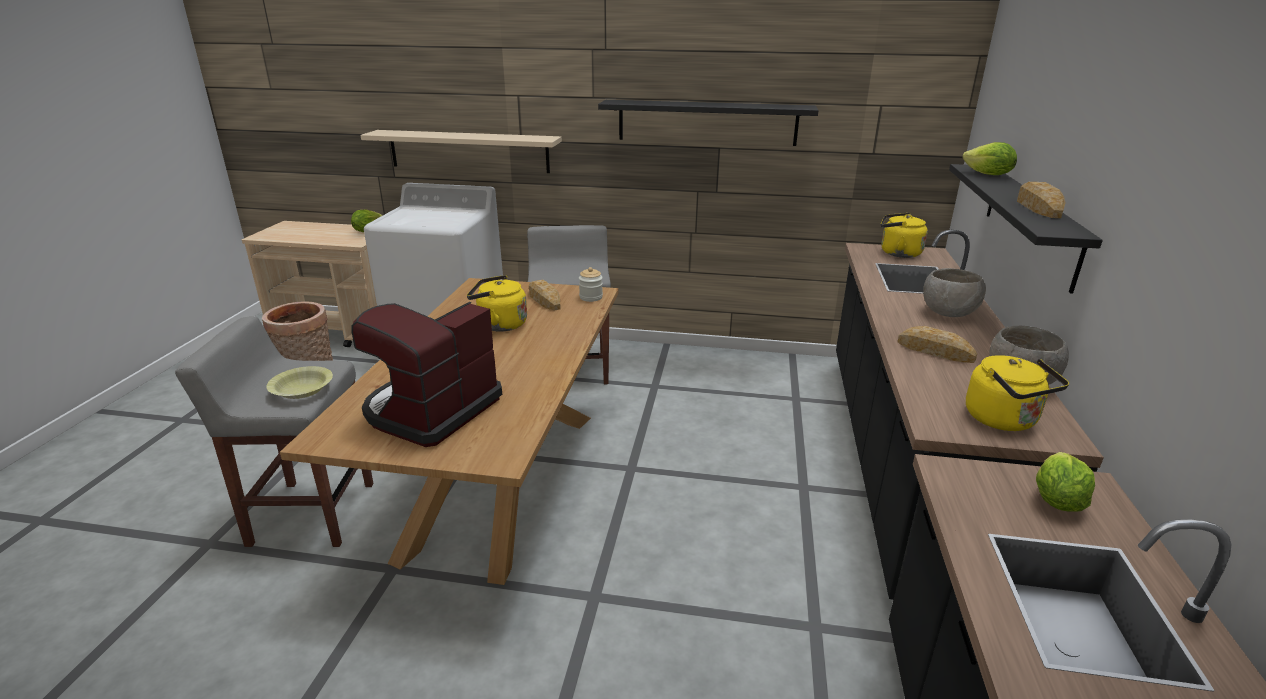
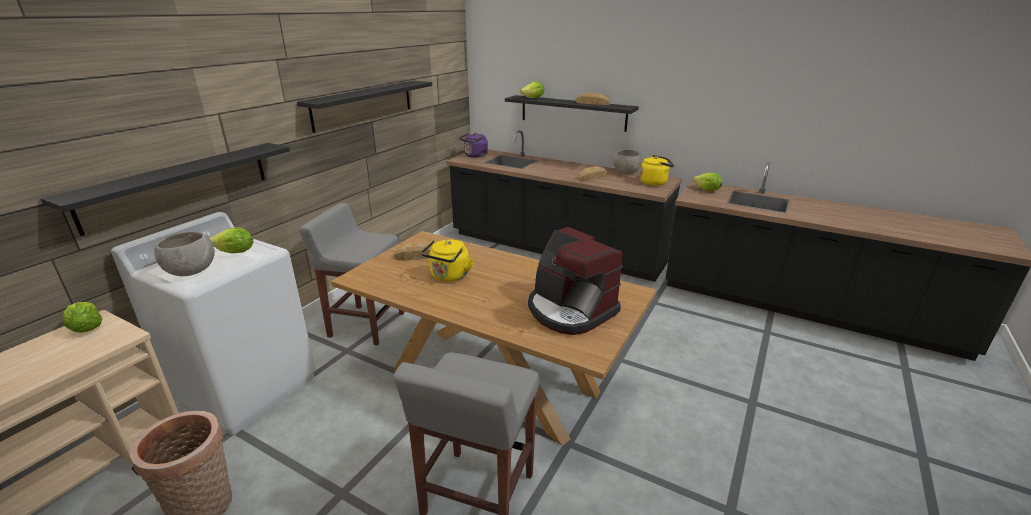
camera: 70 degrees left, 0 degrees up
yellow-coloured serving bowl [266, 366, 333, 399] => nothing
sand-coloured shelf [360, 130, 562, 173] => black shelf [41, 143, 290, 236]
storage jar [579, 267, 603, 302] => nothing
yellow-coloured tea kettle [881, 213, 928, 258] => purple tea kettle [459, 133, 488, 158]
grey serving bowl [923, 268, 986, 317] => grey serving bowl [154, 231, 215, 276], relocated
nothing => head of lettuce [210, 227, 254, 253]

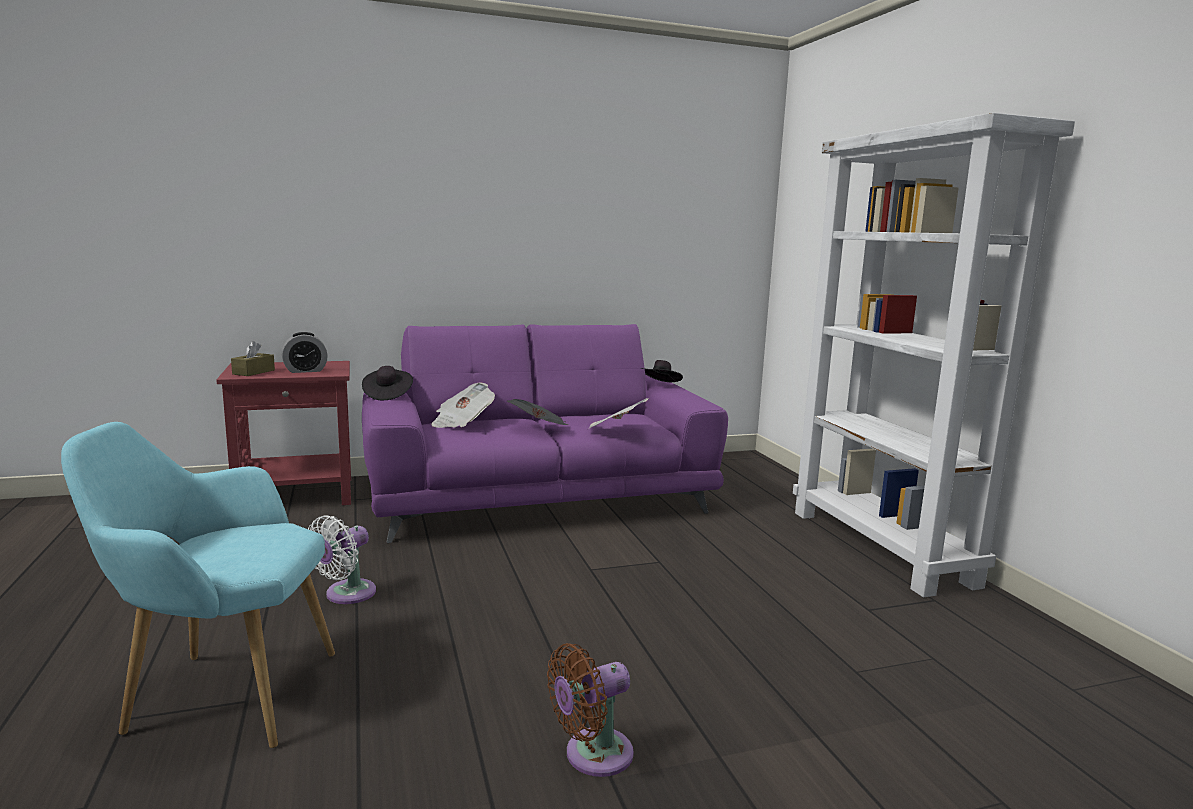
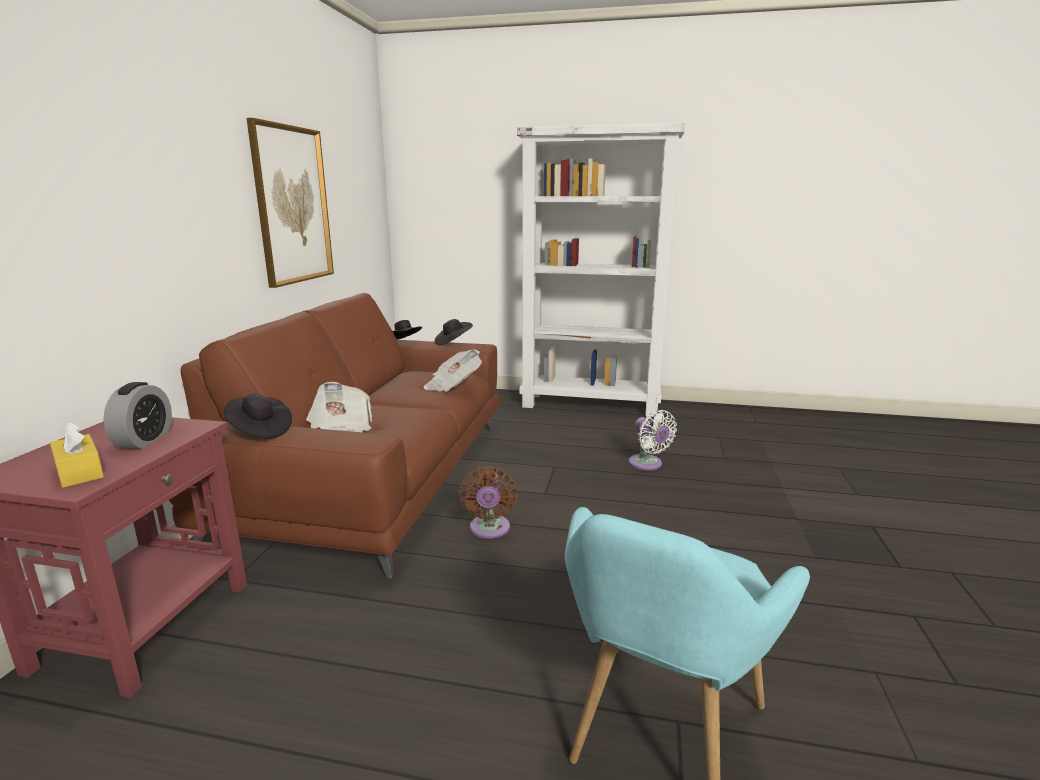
camera: 60 degrees left, 5 degrees up
brown box of tissues [231, 341, 275, 376] => yellow-coloured box of tissues [50, 421, 104, 488]
white electric fan [308, 515, 376, 604] => white electric fan [629, 410, 677, 470], relocated
purple couch [362, 324, 728, 543] => brown couch [169, 293, 501, 579]
printed paper [507, 399, 568, 425] => nothing
brown electric fan [547, 643, 634, 777] => brown electric fan [459, 466, 518, 538], relocated
nothing => wall art [247, 118, 334, 288]
nothing => black hat [434, 319, 473, 345]

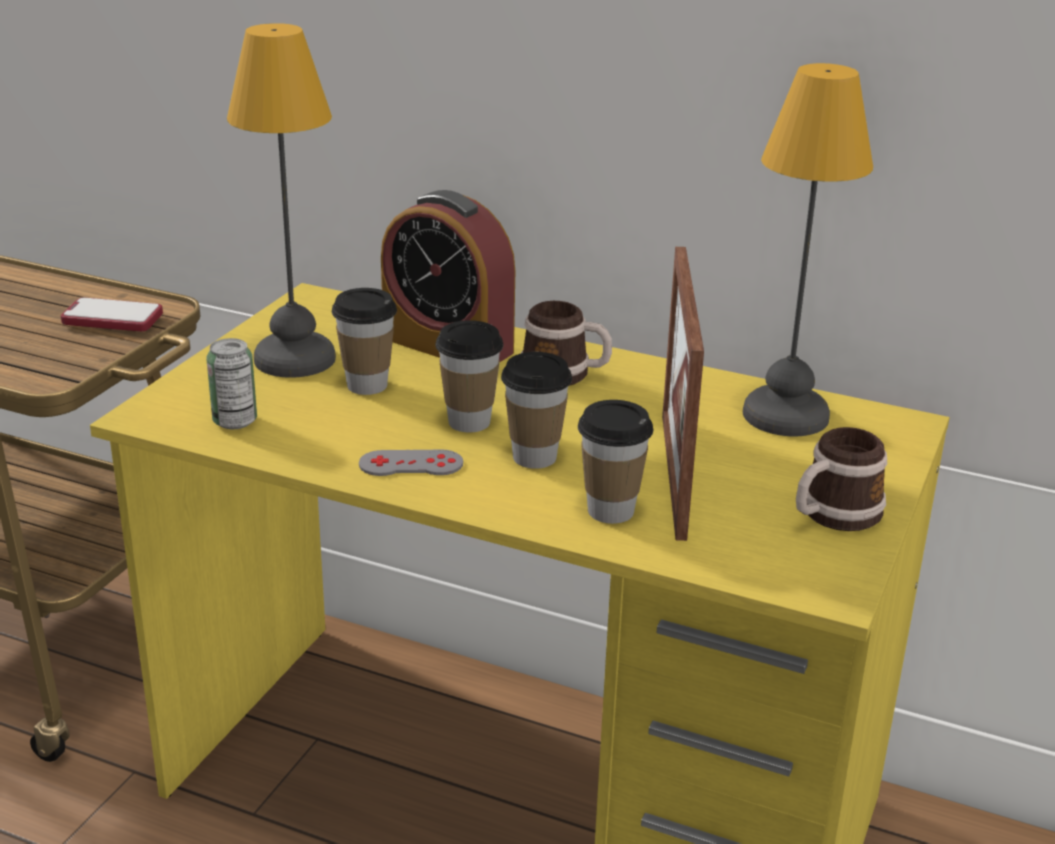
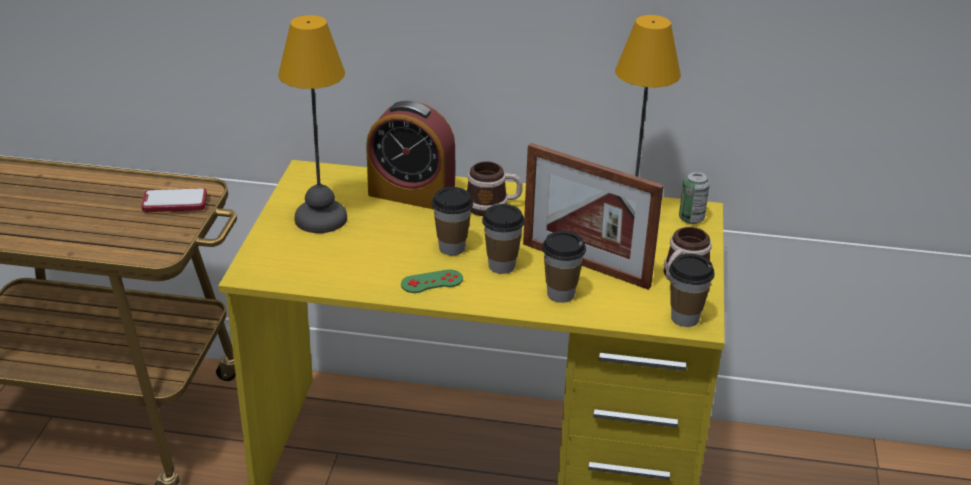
camera: 15 degrees left, 5 degrees up
can [207, 338, 257, 429] => can [679, 171, 710, 224], relocated
cup [332, 288, 397, 395] => cup [669, 254, 715, 327], relocated
grey game controller [359, 450, 463, 476] => green game controller [401, 269, 463, 293]
picture frame [662, 247, 704, 541] => picture frame [523, 143, 664, 290], 45 degrees counterclockwise

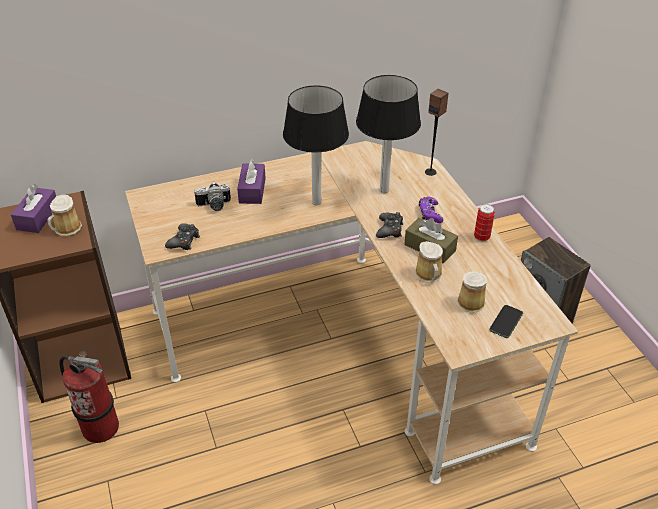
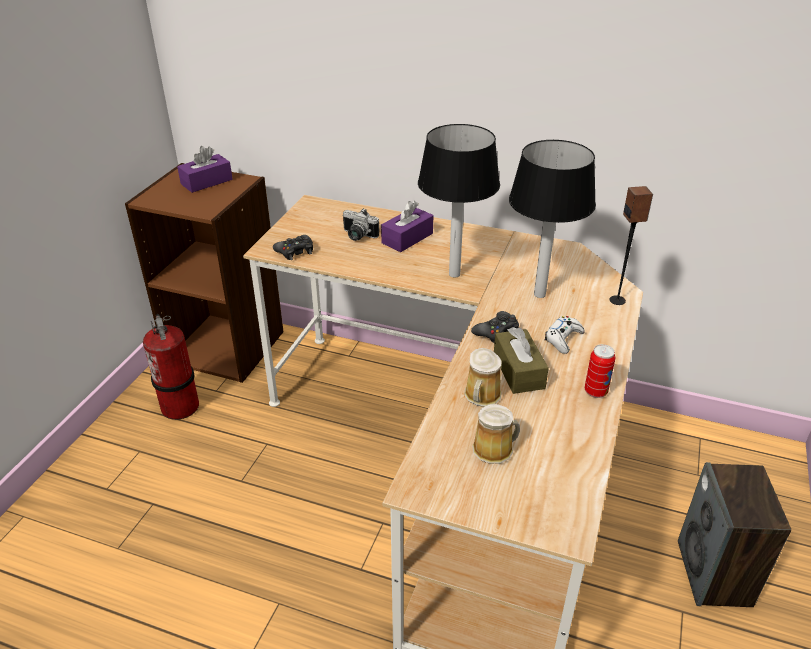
camera: 40 degrees right, 5 degrees down
tea mug [48, 195, 82, 236] => nothing
purple game controller [419, 197, 443, 223] => white game controller [545, 316, 585, 354]
phone [489, 305, 523, 338] => nothing

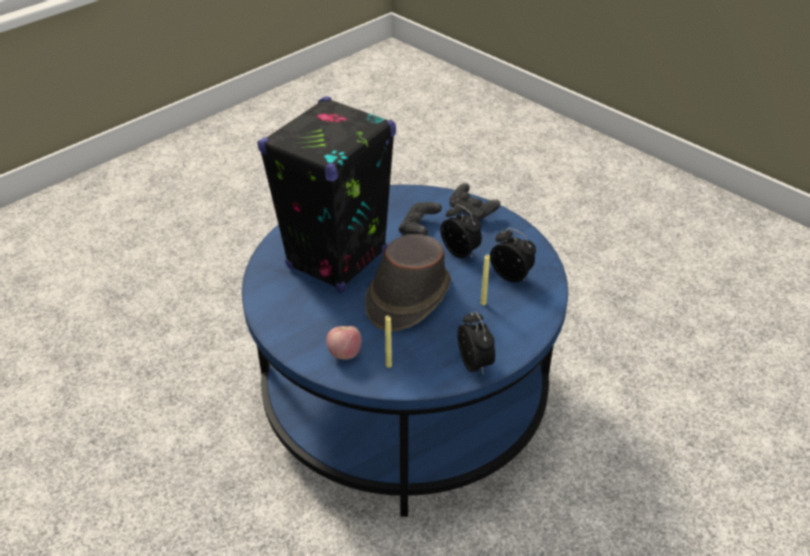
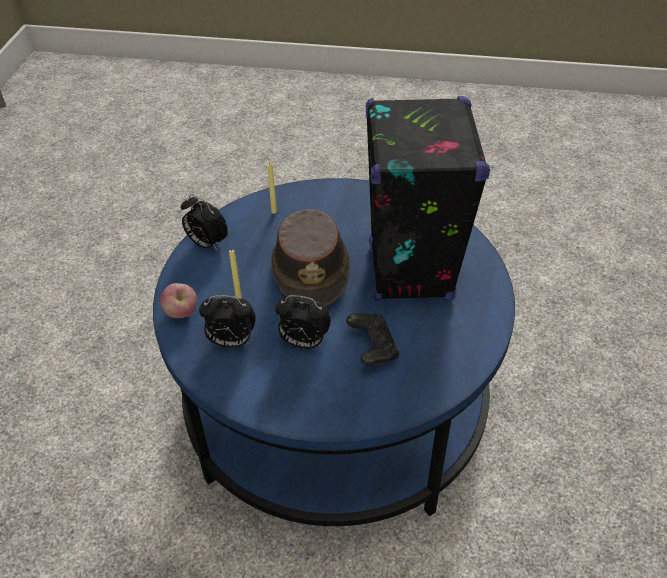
camera: 145 degrees right, 5 degrees up
apple [326, 326, 361, 360] => apple [160, 283, 197, 318], relocated
black game controller [449, 183, 500, 221] => nothing

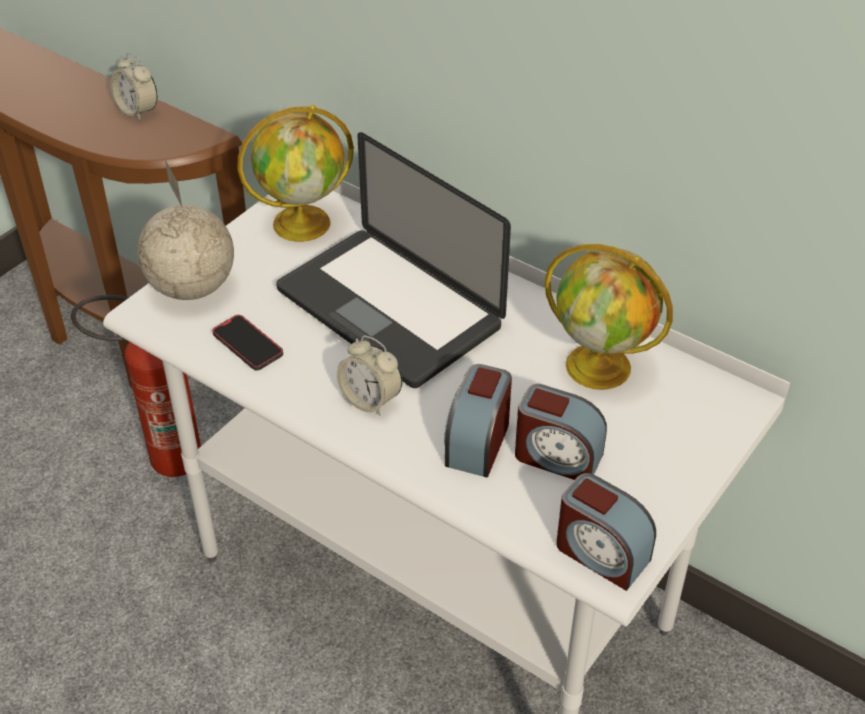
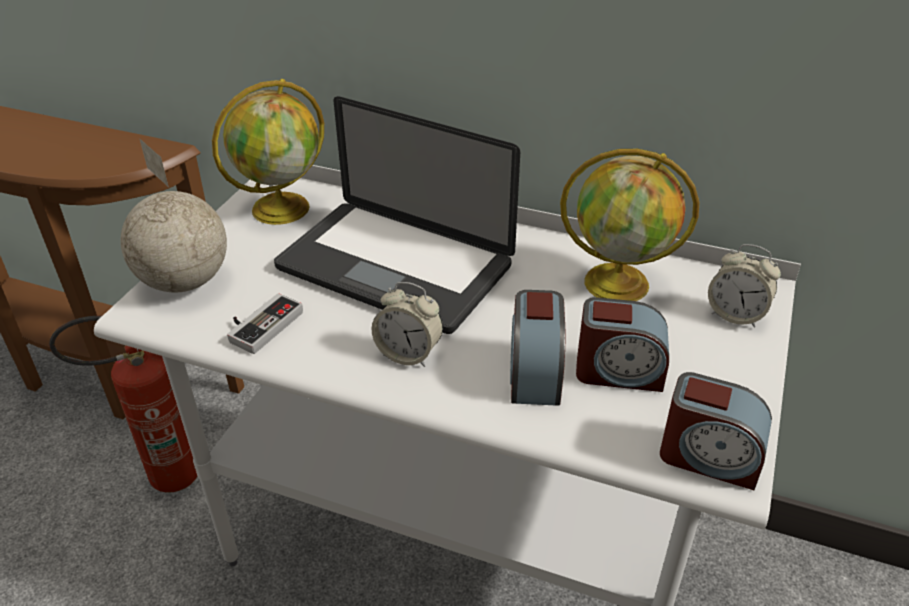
camera: 15 degrees left, 5 degrees down
bedside clock [110, 53, 157, 121] => bedside clock [708, 244, 781, 328], relocated
phone [212, 315, 283, 371] => game controller [227, 293, 303, 354]

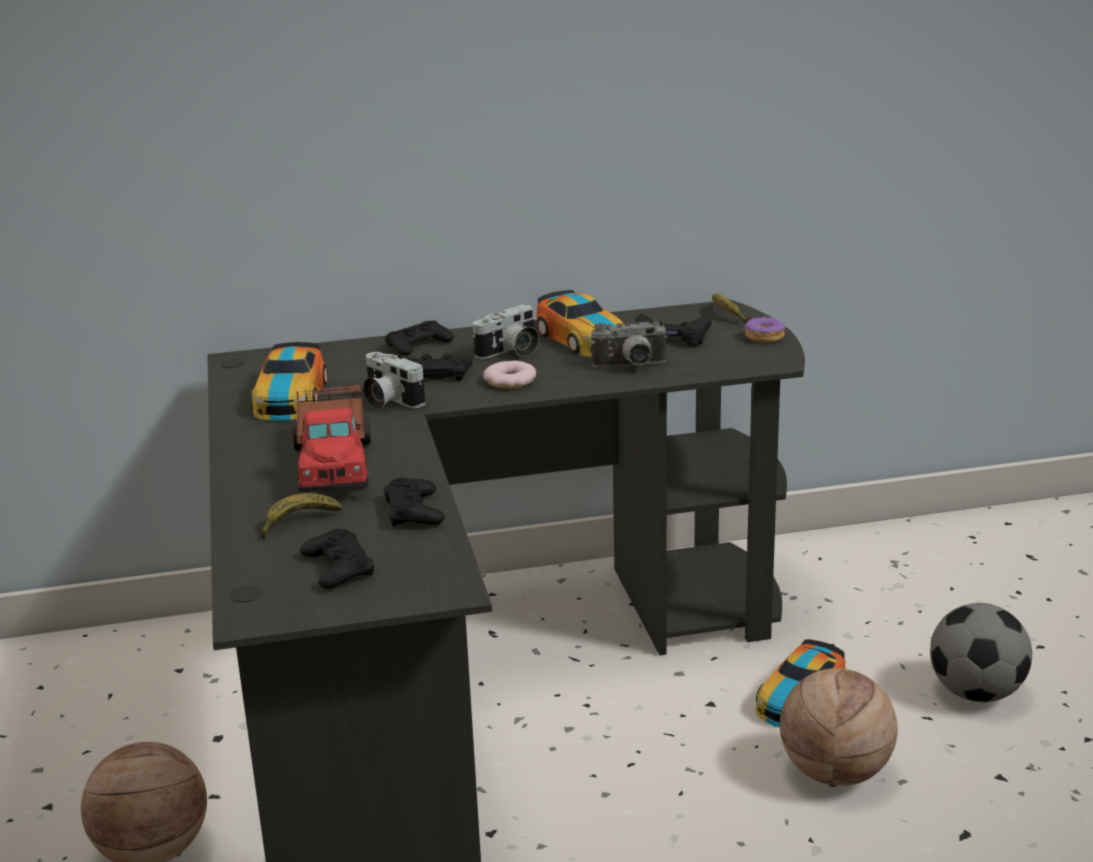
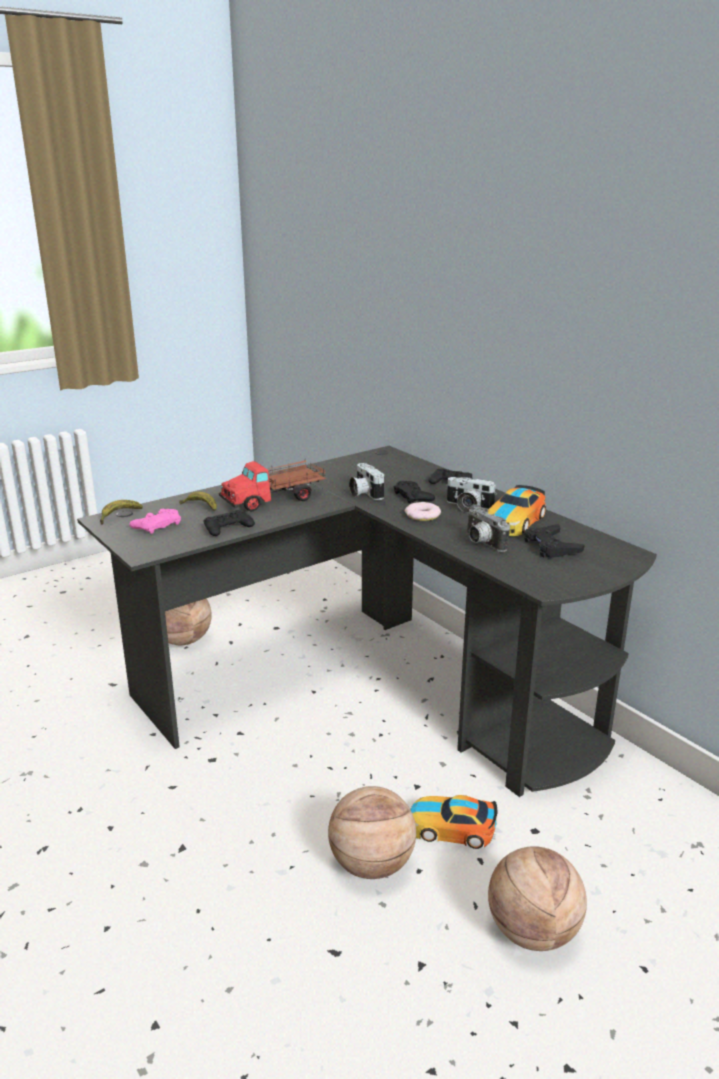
camera: 65 degrees right, 0 degrees up
toy car [250, 342, 328, 421] => nothing
black game controller [300, 529, 374, 589] => pinkish game controller [129, 509, 181, 534]
photo camera [363, 352, 425, 410] => photo camera [349, 463, 385, 500], 45 degrees counterclockwise
banana [712, 293, 751, 323] => banana [100, 500, 143, 525], relocated
ring doughnut [744, 316, 785, 343] => nothing
football ball [930, 603, 1032, 702] => ball for basketball [488, 846, 587, 951]

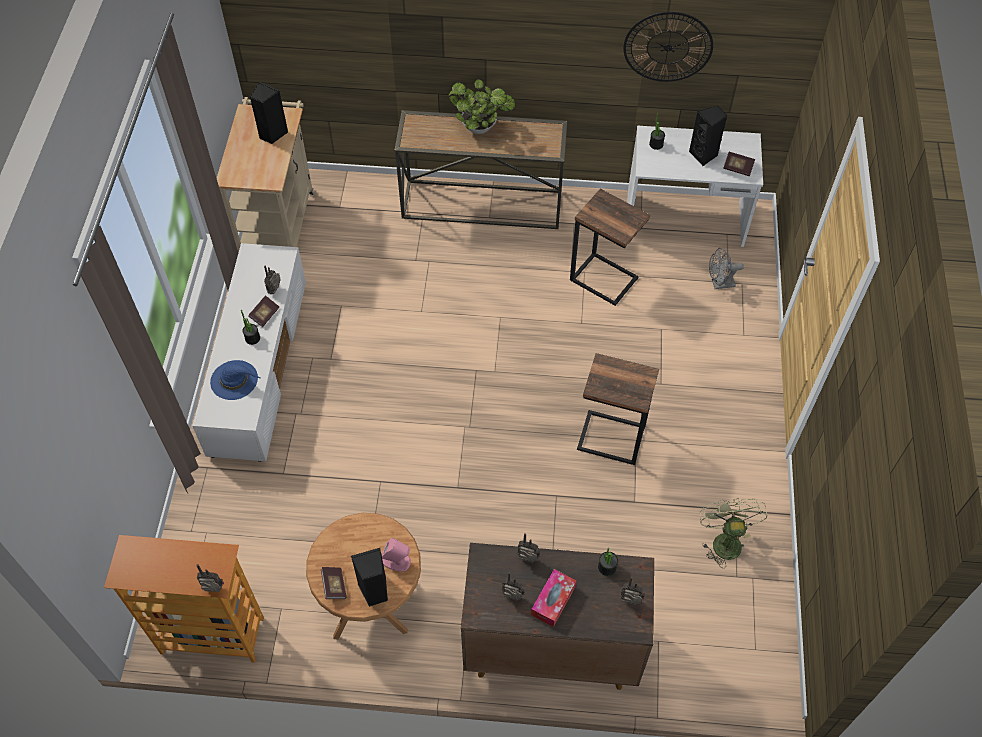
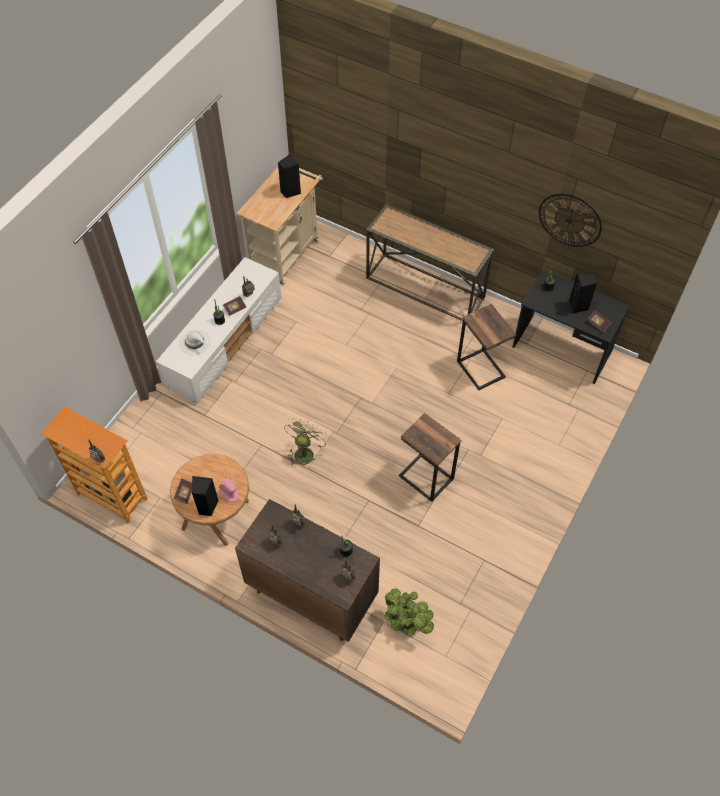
camera: 25 degrees right, 0 degrees up
blue-coloured hat [210, 360, 261, 400] => white hat [179, 330, 211, 356]
potted plant [449, 79, 515, 134] => potted plant [384, 588, 434, 636], relocated
box of tissues [531, 569, 577, 627] => nothing
white desk unit [627, 126, 763, 247] => black desk unit [513, 270, 630, 384]
green electric fan [700, 498, 768, 568] => green electric fan [284, 418, 328, 468], relocated
grey electric fan [709, 248, 744, 289] => nothing

